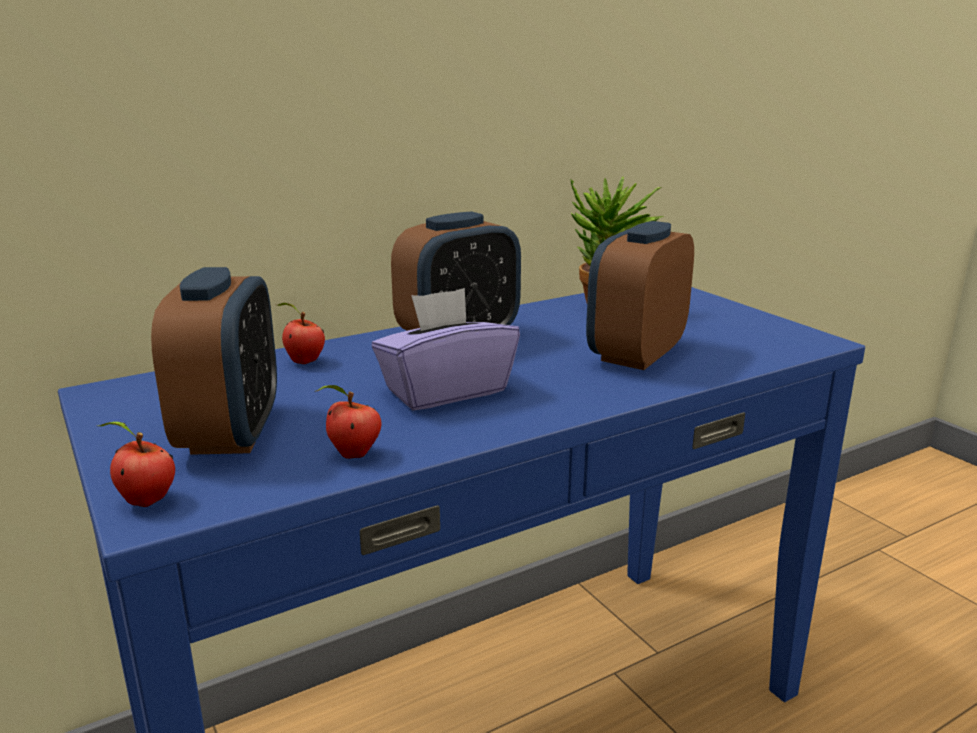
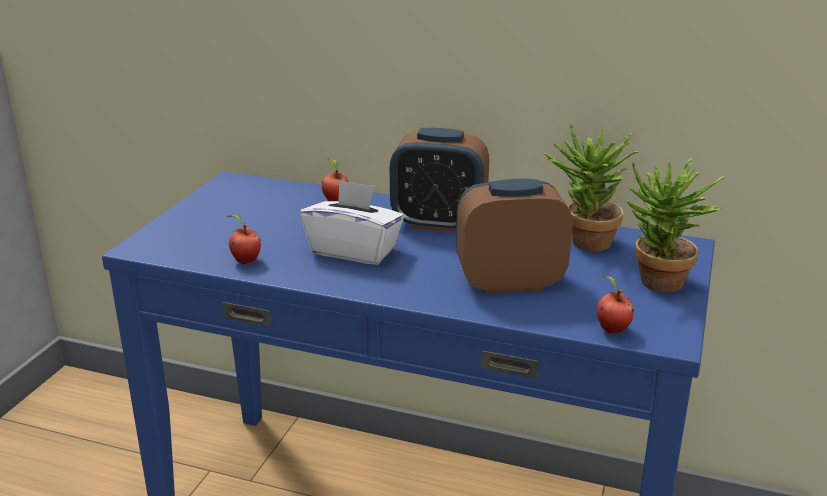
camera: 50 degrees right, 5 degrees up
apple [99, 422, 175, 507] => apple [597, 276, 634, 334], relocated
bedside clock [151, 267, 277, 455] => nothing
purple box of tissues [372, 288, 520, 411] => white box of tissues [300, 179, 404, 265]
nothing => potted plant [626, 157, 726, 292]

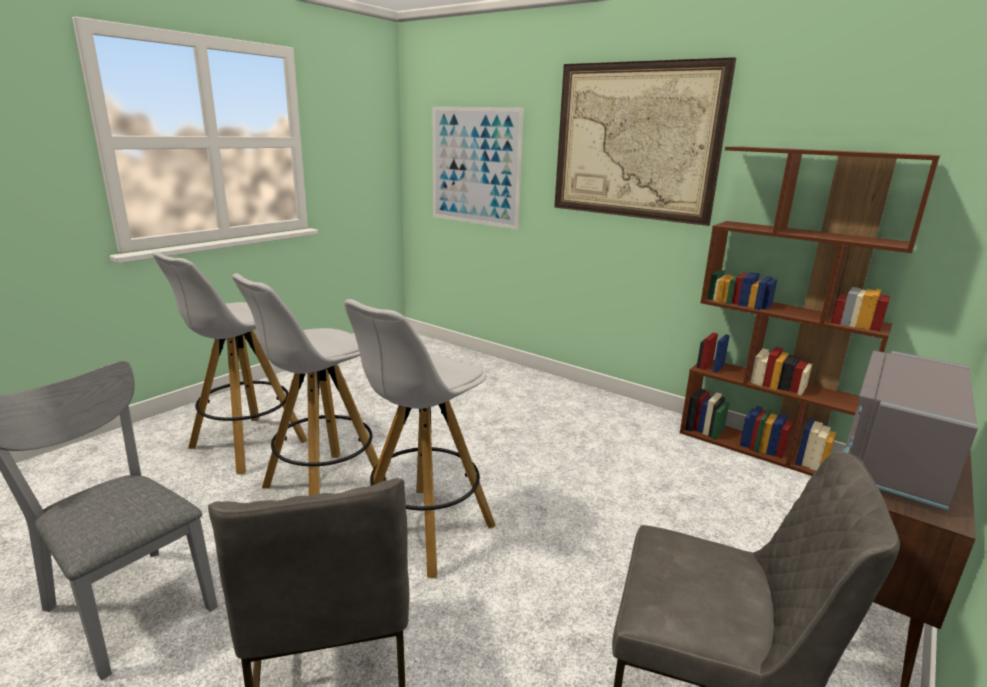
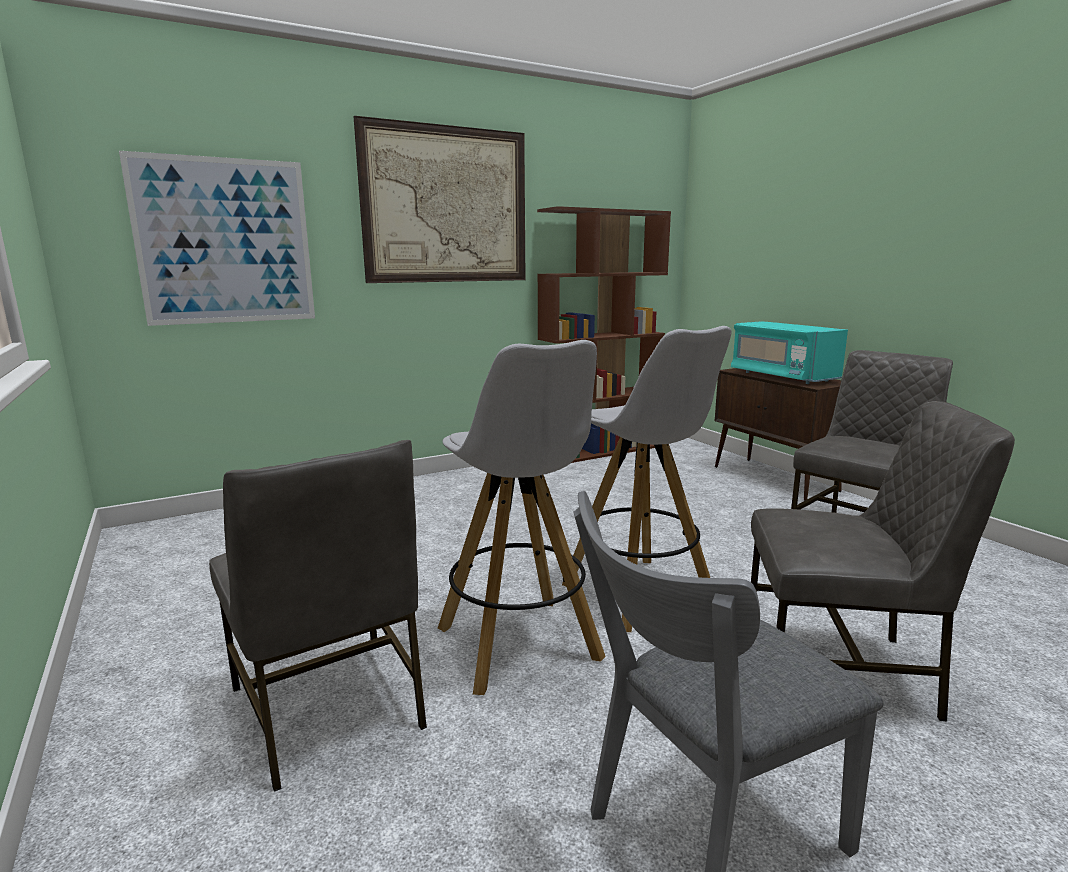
camera: 65 degrees left, 5 degrees down
white sitting stool [153, 252, 307, 474] => grey plain chair [209, 440, 427, 792]
grey kitchen microwave [843, 350, 978, 510] => turquoise-coloured kitchen microwave [731, 321, 848, 384]

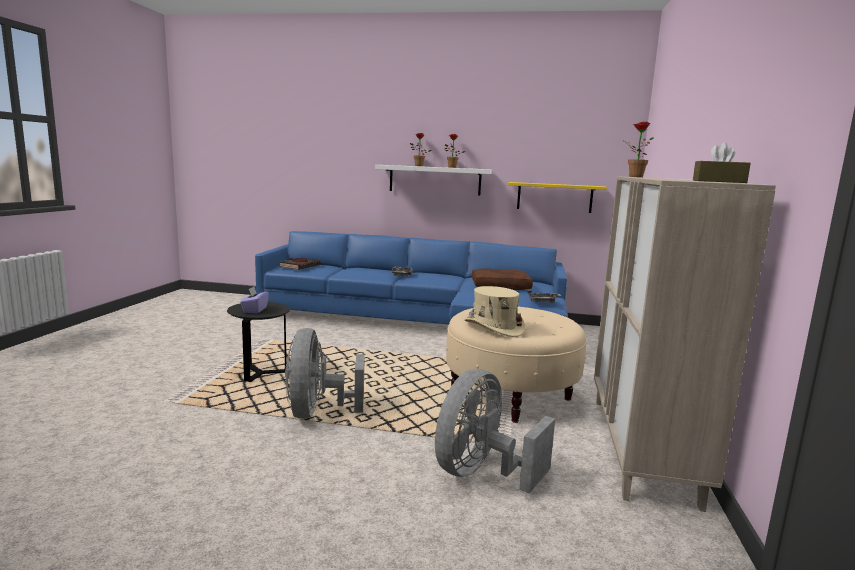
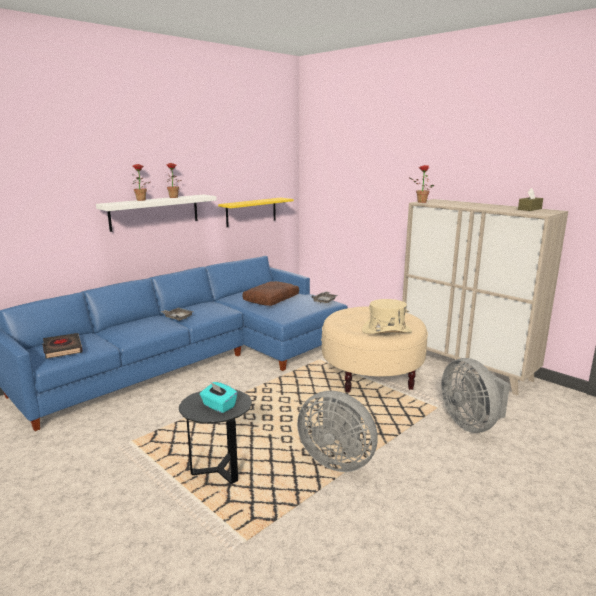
camera: 55 degrees left, 5 degrees up
purple box of tissues [240, 286, 269, 313] => turquoise-coloured box of tissues [200, 382, 237, 413]

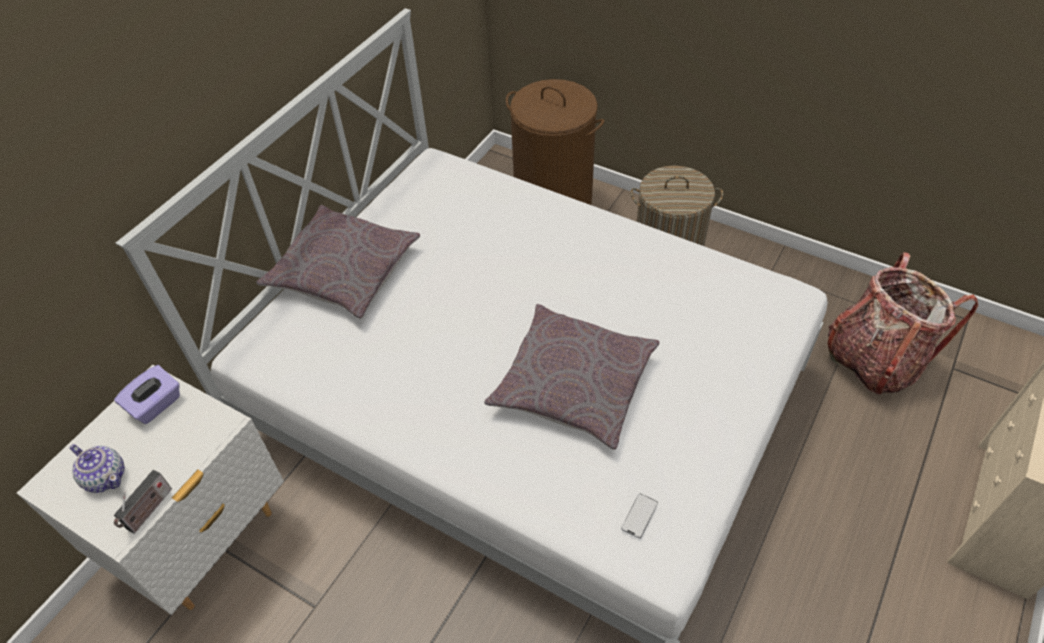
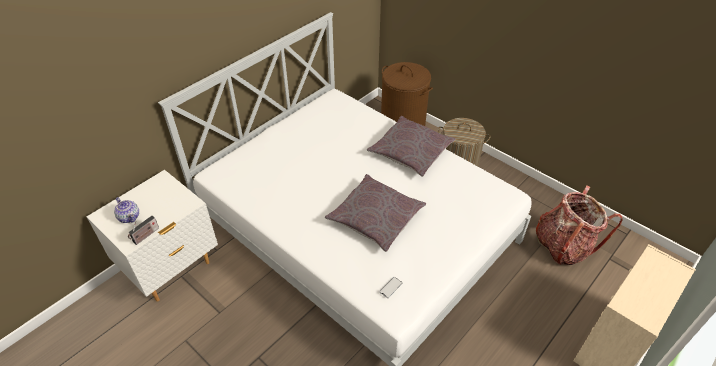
camera: 10 degrees right, 5 degrees down
purple box of tissues [114, 365, 180, 424] => nothing
grey cushion [256, 205, 420, 319] => grey cushion [367, 116, 455, 177], relocated

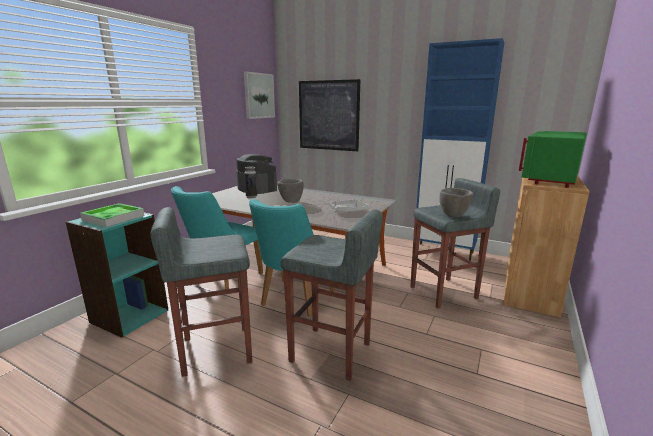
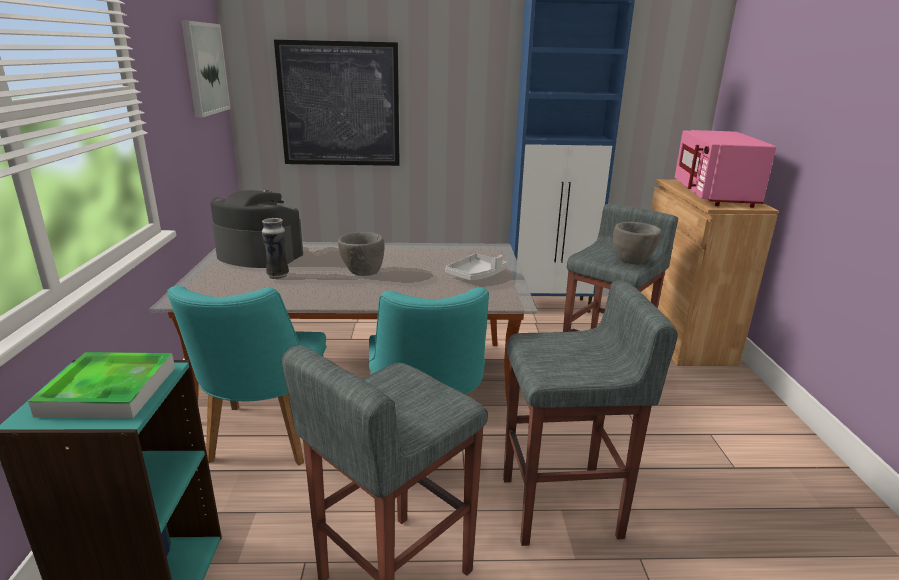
camera: 30 degrees left, 5 degrees up
green kitchen microwave [519, 131, 587, 188] => pinkish kitchen microwave [675, 130, 776, 208]

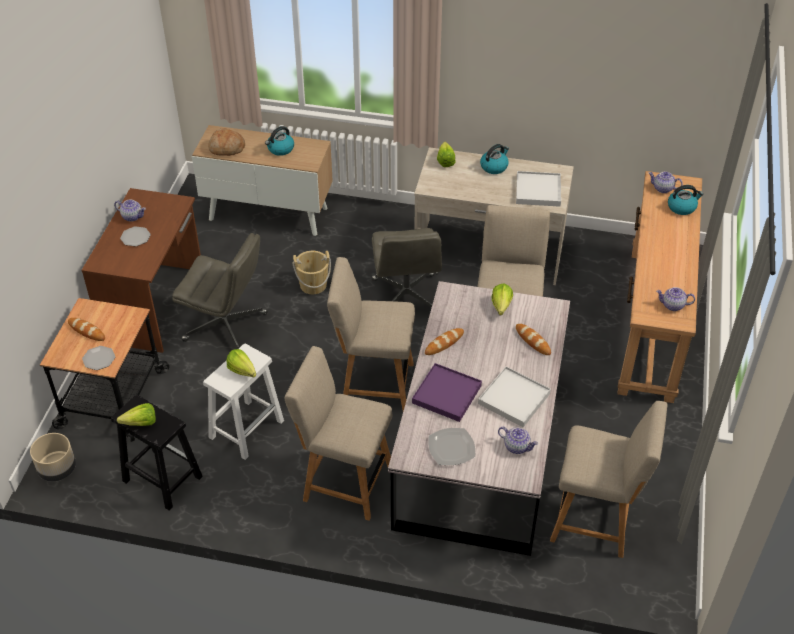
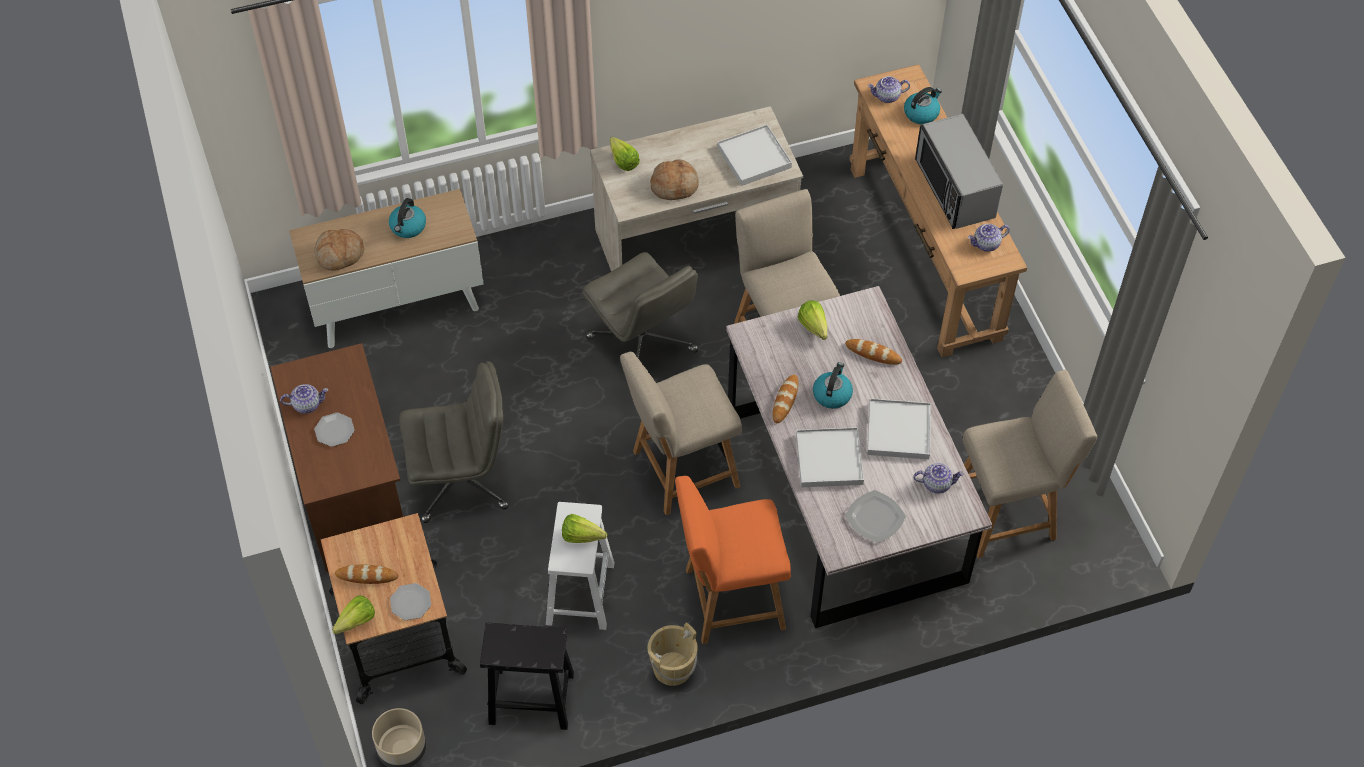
camera: 30 degrees left, 10 degrees up
head of lettuce [117, 403, 156, 426] => head of lettuce [332, 595, 375, 634], relocated
sand-coloured plain chair [285, 346, 393, 521] => orange plain chair [675, 476, 791, 644]
sand-coloured water bucket [293, 251, 331, 294] => sand-coloured water bucket [648, 622, 698, 686], relocated
purple serving tray [412, 363, 482, 422] => white serving tray [796, 427, 864, 487]
tea kettle [480, 144, 509, 174] => tea kettle [813, 362, 853, 409], relocated
nothing => bakery bread [650, 159, 699, 200]
nothing => kitchen microwave [915, 114, 1003, 229]

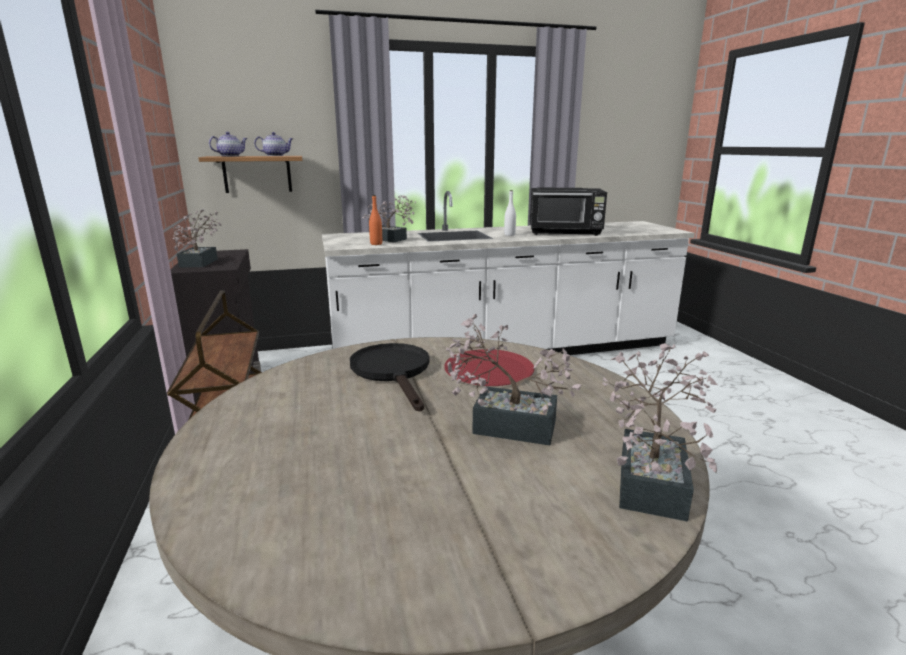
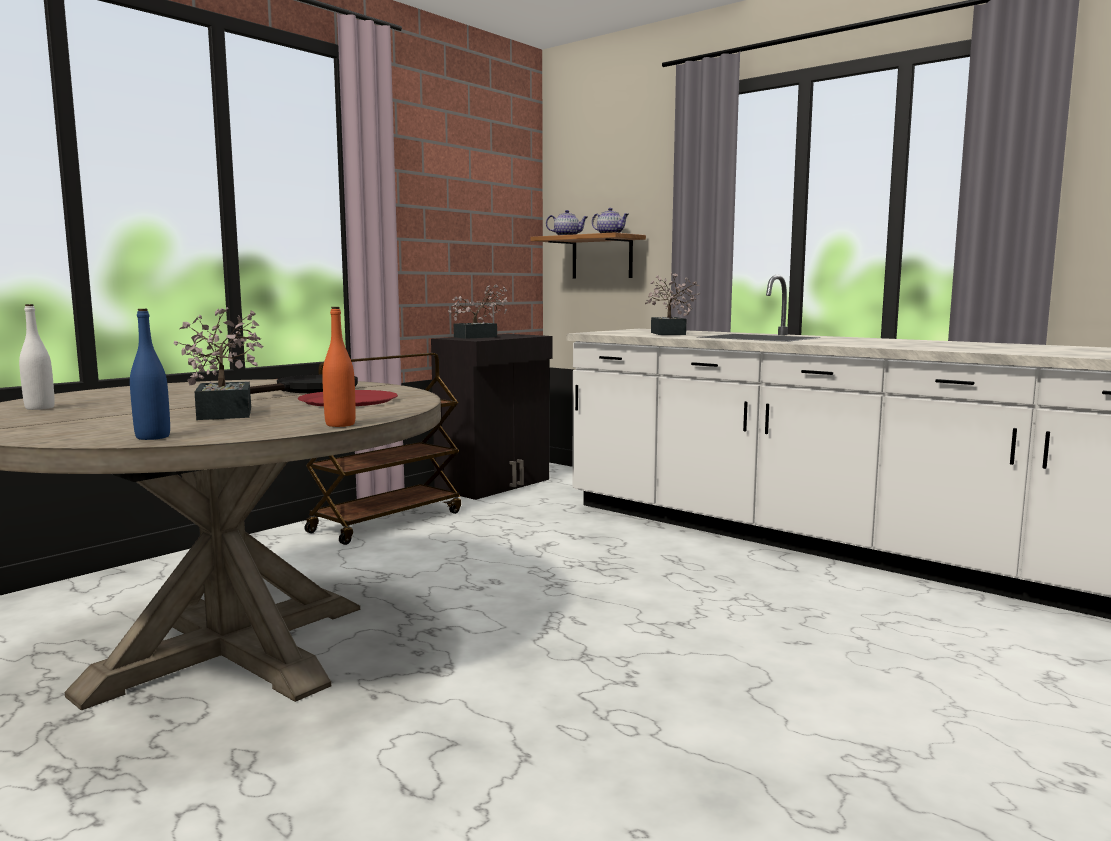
camera: 55 degrees right, 10 degrees down
orange beverage bottle [369, 195, 382, 245] => orange beverage bottle [322, 307, 356, 427], relocated
white beverage bottle [504, 190, 516, 236] => white beverage bottle [19, 304, 55, 410], relocated
black kitchen microwave [530, 187, 607, 236] => nothing
potted plant [602, 343, 717, 522] => blue-coloured beverage bottle [130, 309, 170, 440]

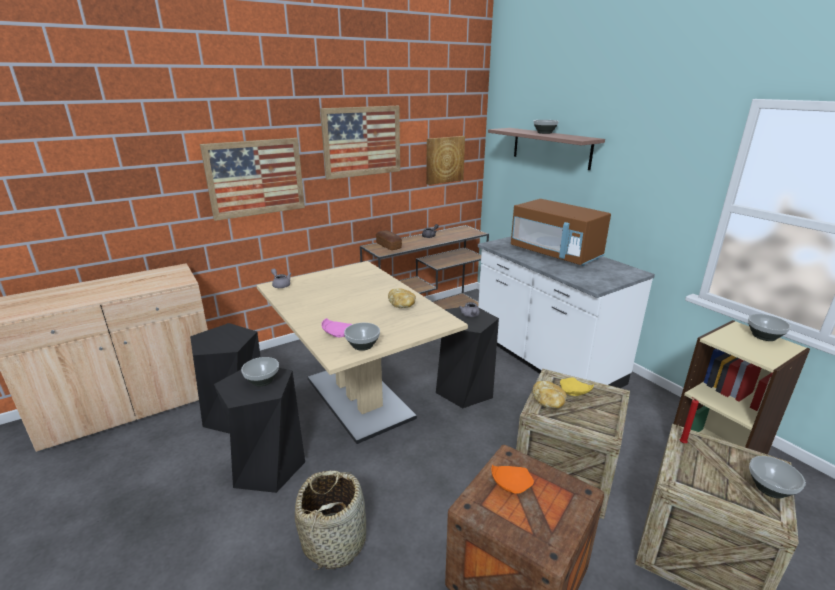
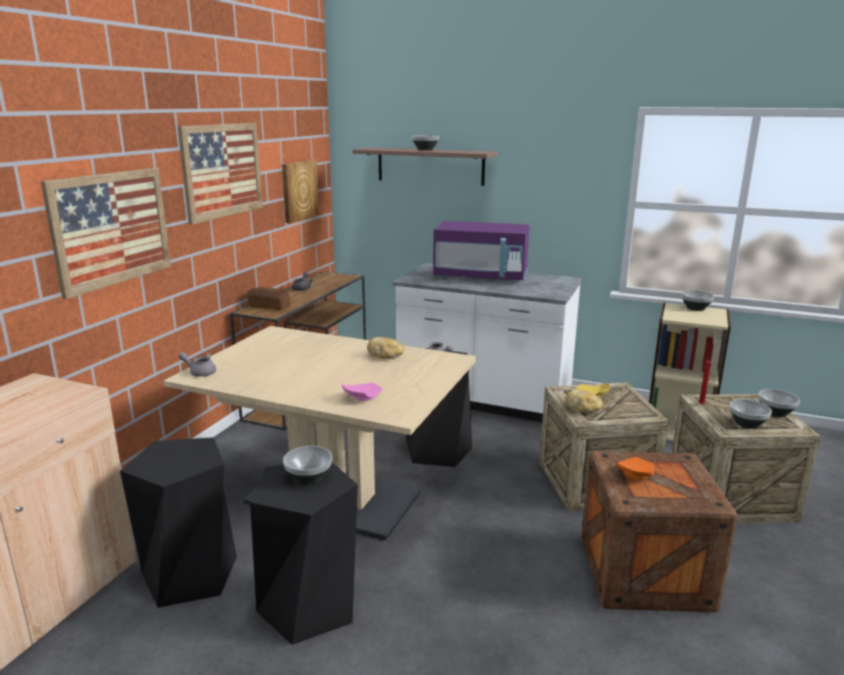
camera: 35 degrees left, 5 degrees down
basket [295, 471, 366, 570] => nothing
serving bowl [344, 323, 380, 351] => serving bowl [729, 399, 772, 429], relocated
brown kitchen microwave [511, 199, 611, 266] => purple kitchen microwave [433, 221, 529, 282]

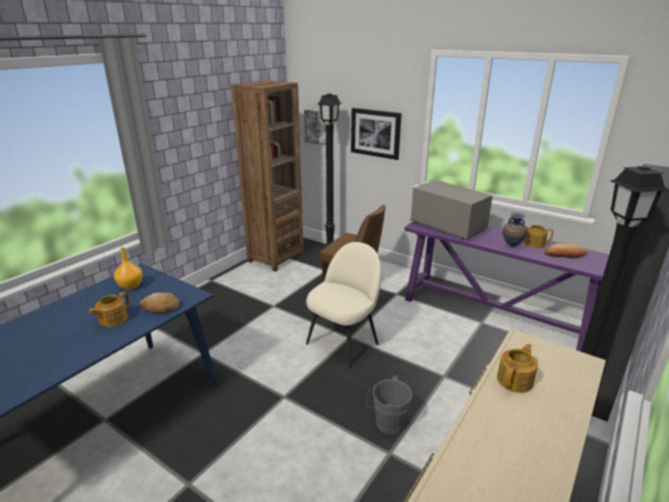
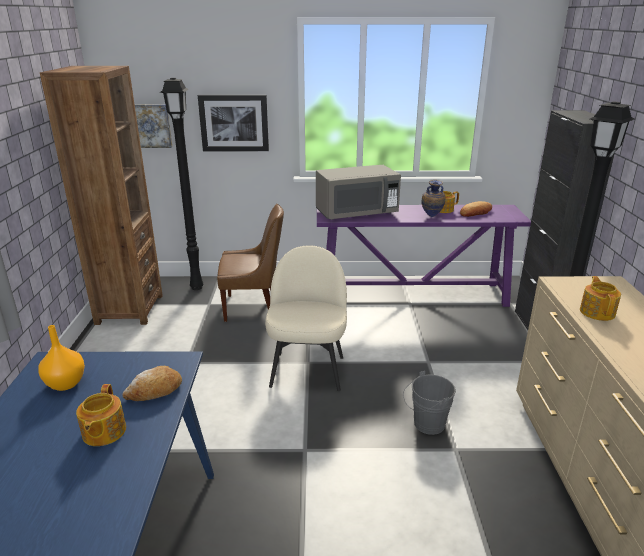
camera: 35 degrees left, 0 degrees up
grey kitchen microwave [410, 180, 493, 240] => grey kitchen microwave [316, 165, 401, 220], 150 degrees clockwise

